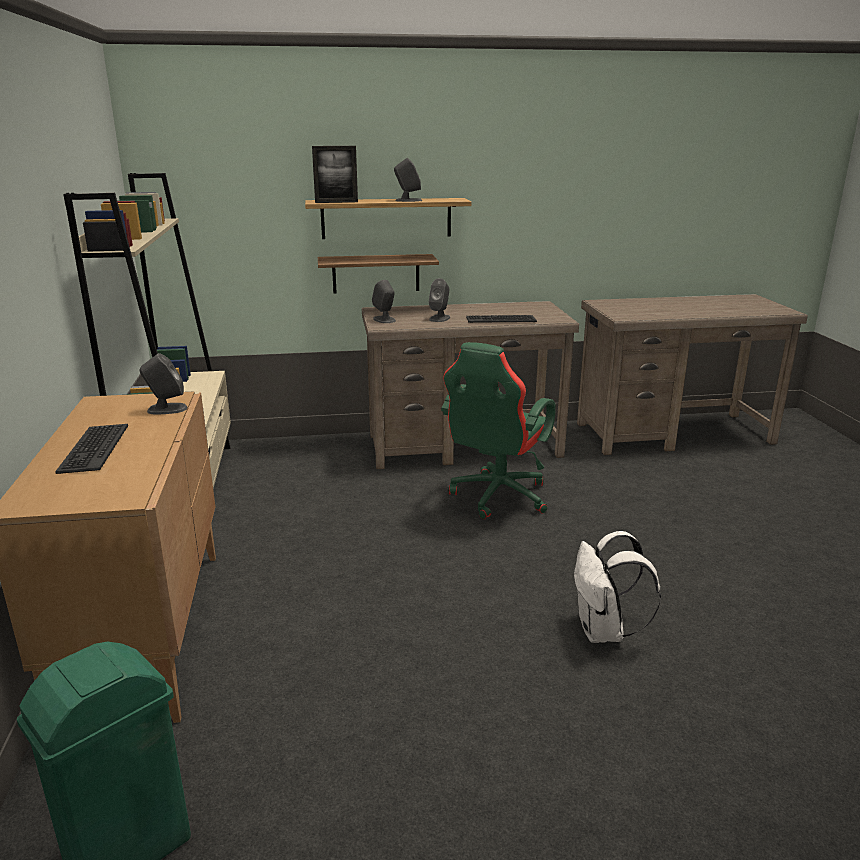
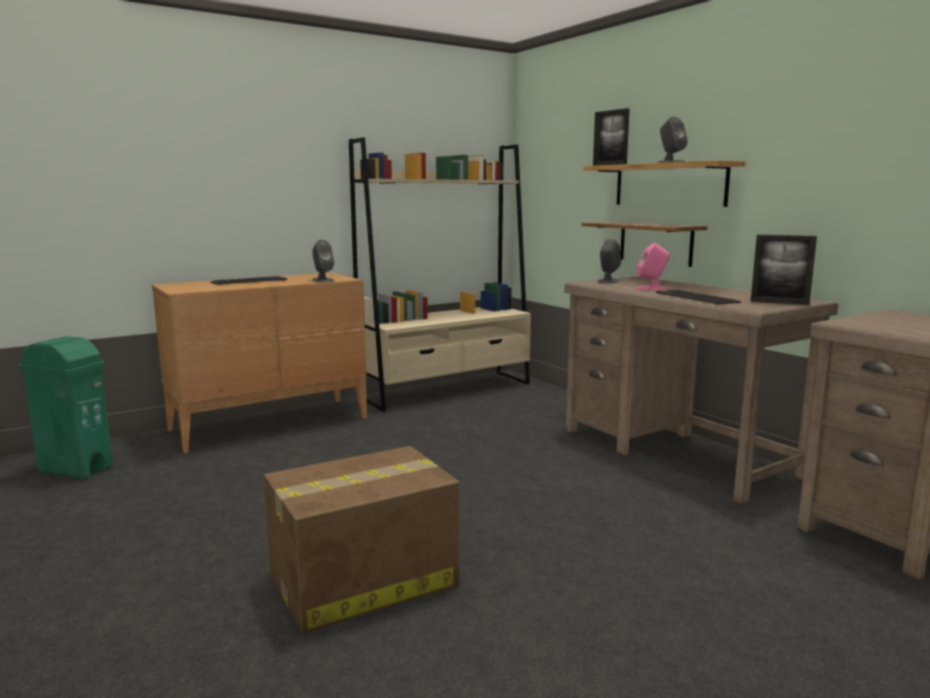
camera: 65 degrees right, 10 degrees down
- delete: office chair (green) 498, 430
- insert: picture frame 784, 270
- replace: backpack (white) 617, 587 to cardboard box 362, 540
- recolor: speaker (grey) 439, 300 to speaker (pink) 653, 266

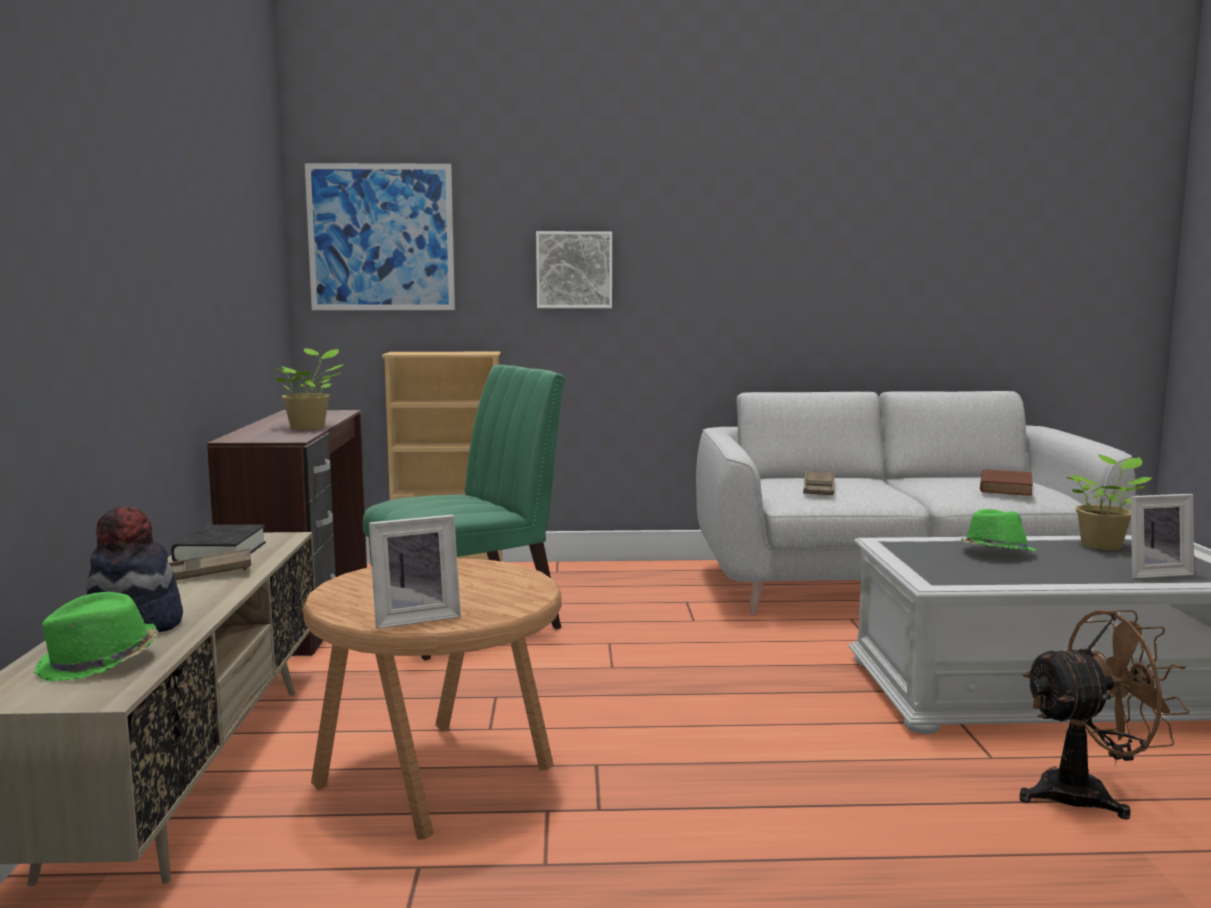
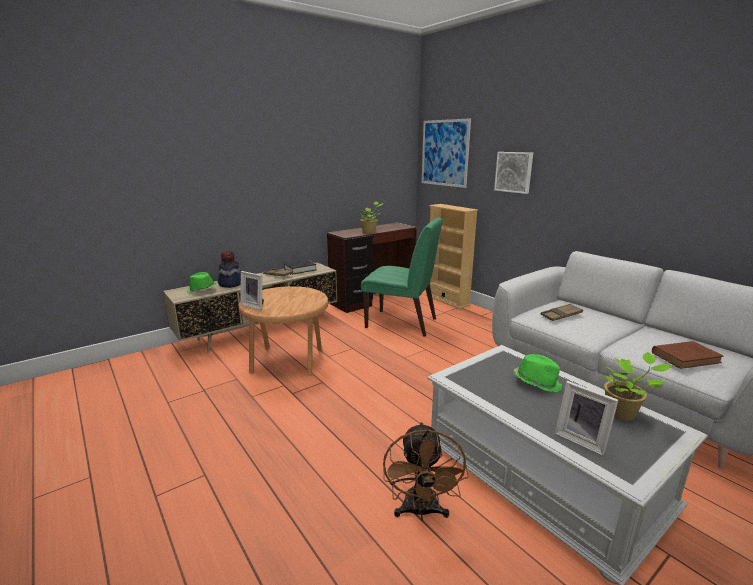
camera: 55 degrees right, 10 degrees up
- rotate: fan (brown) 1104, 715 = 426, 471 45 degrees clockwise

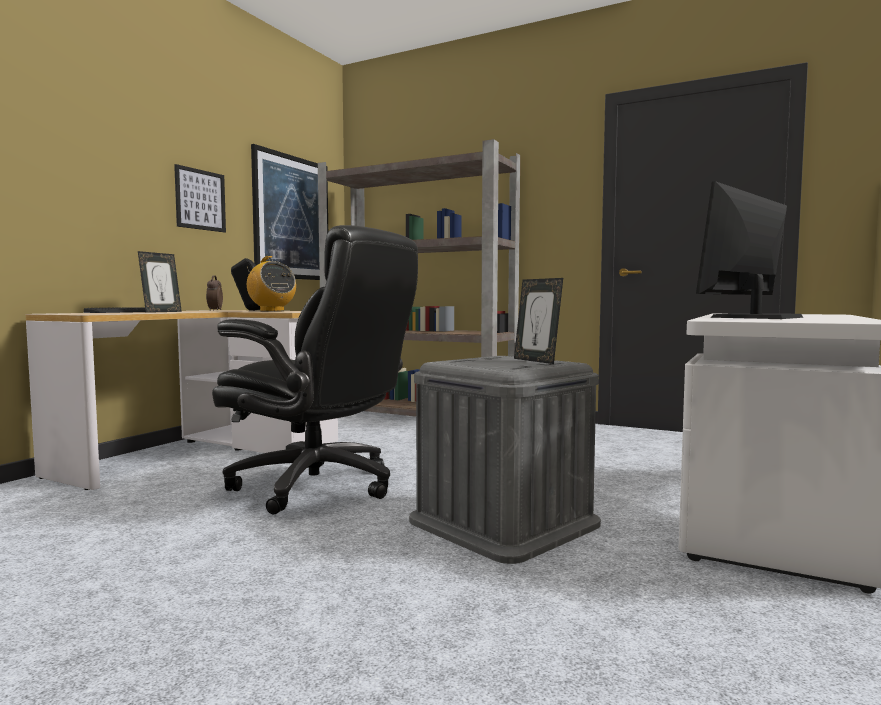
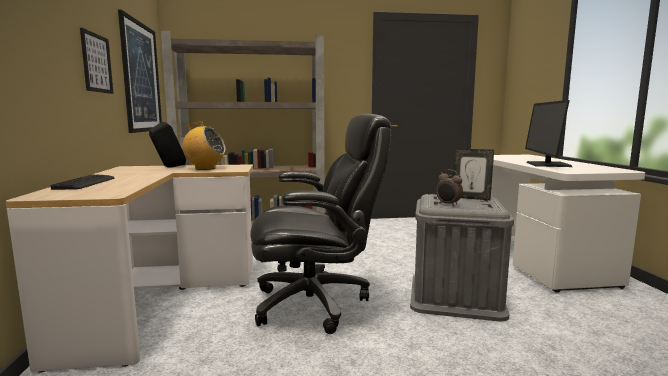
camera: 35 degrees left, 5 degrees up
- delete: picture frame 160, 282
- move: alarm clock 214, 293 to 449, 188

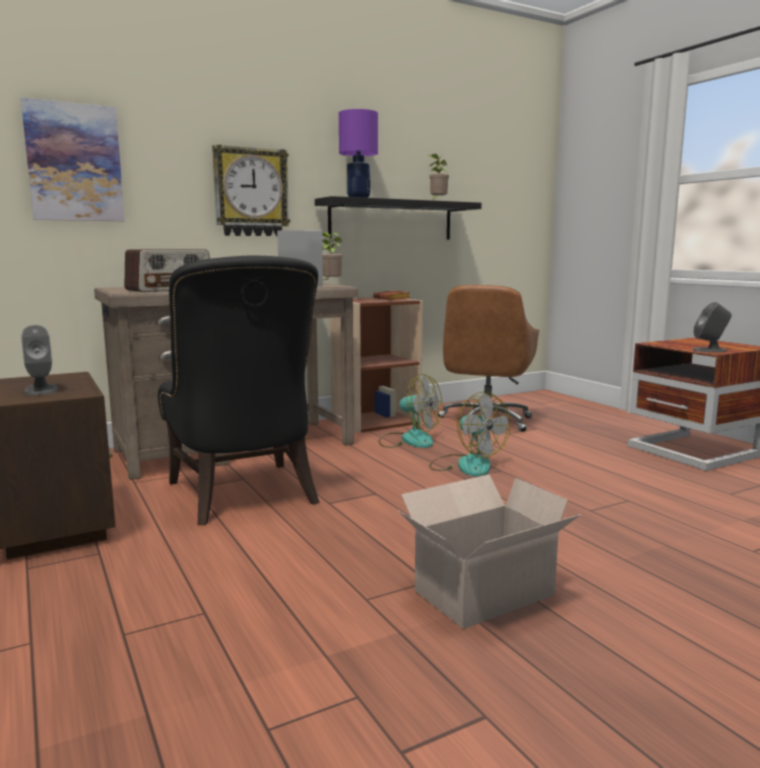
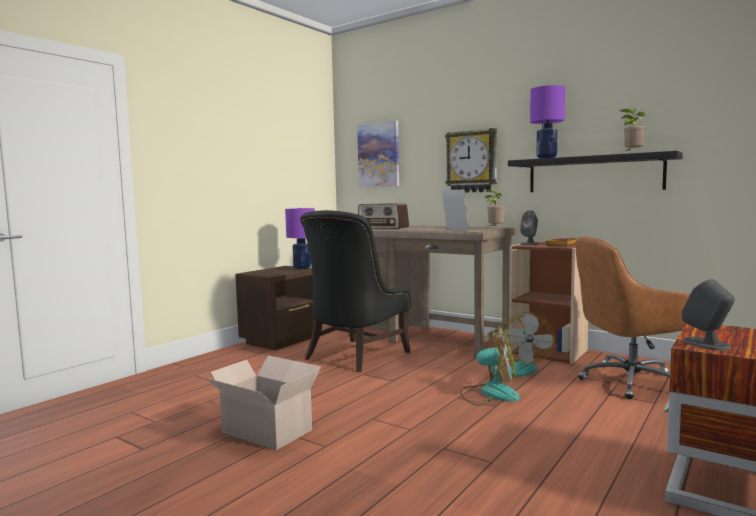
camera: 65 degrees right, 5 degrees down
- insert: table lamp (purple) 300, 238
- move: speaker (grey) 39, 360 to 529, 227
- rotate: fan 469, 434 = 490, 366 105 degrees counterclockwise

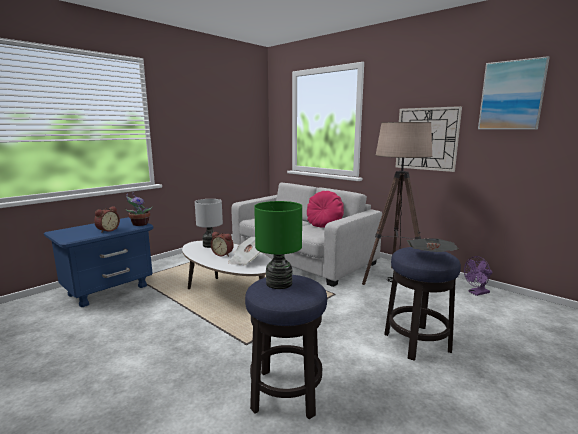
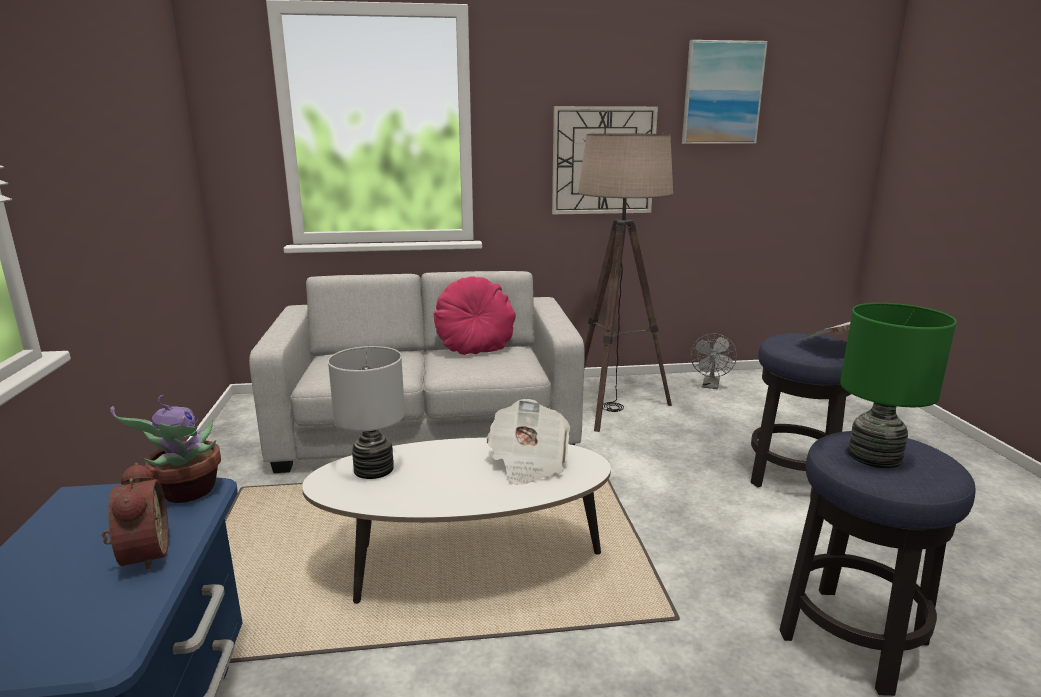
camera: 50 degrees left, 5 degrees up
- delete: alarm clock 222, 244
- recolor: fan (purple) 478, 276 to fan (grey) 714, 361

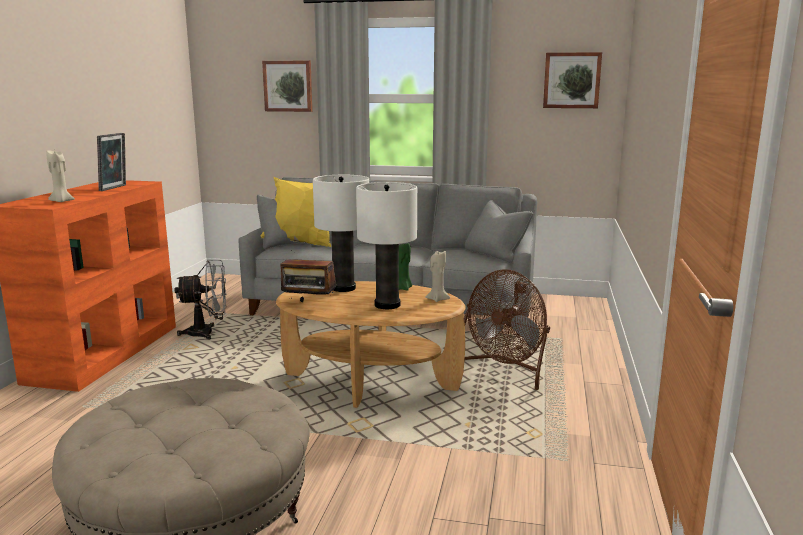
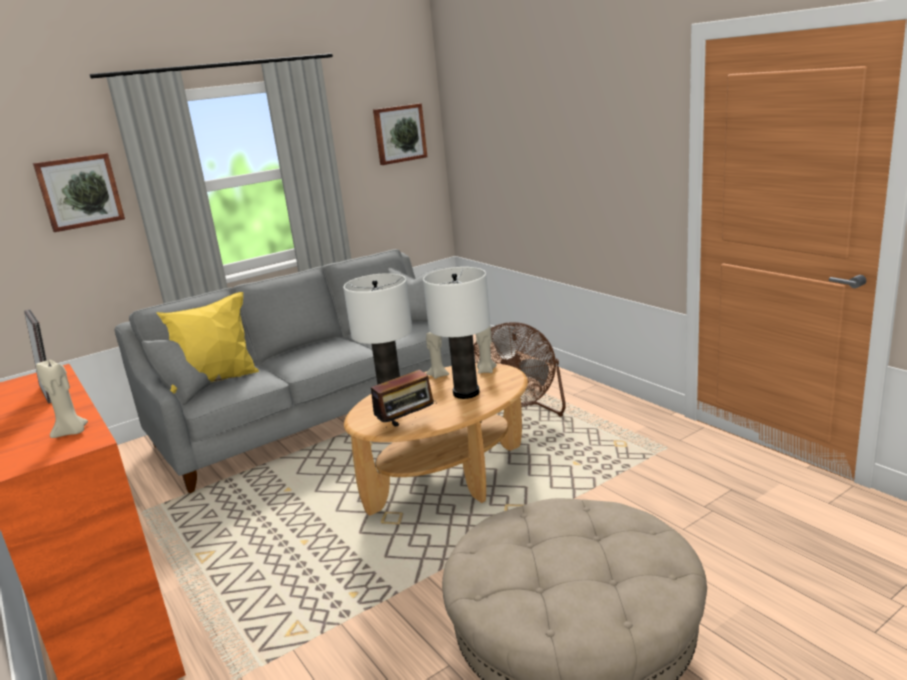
camera: 45 degrees left, 5 degrees up
- delete: fan (grey) 200, 300
- recolor: candle (green) 405, 267 to candle (beige) 437, 355

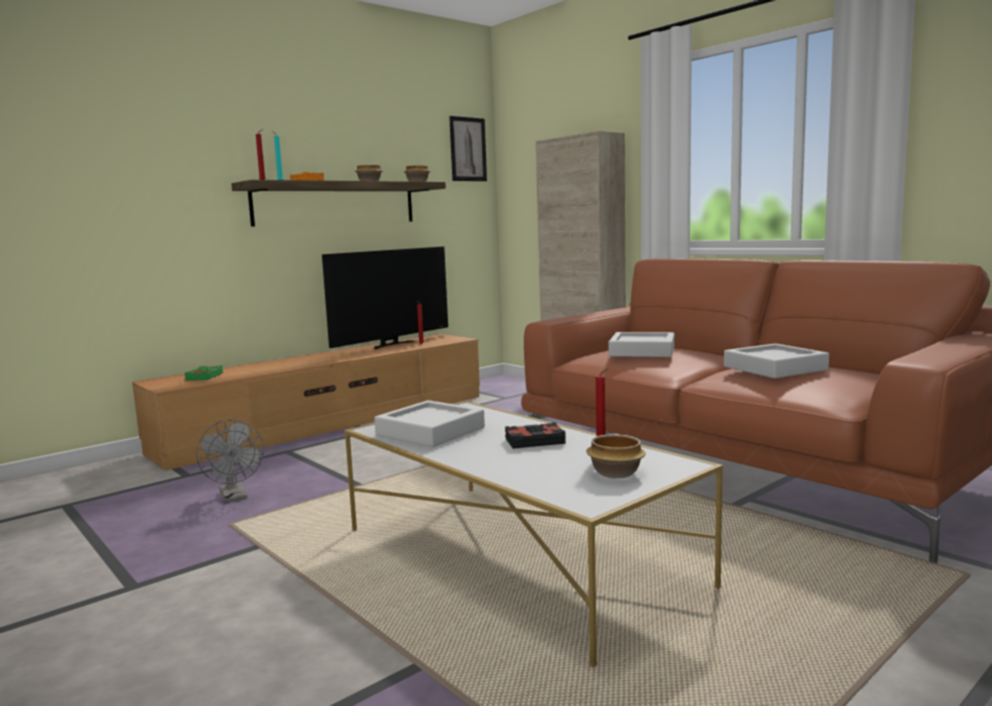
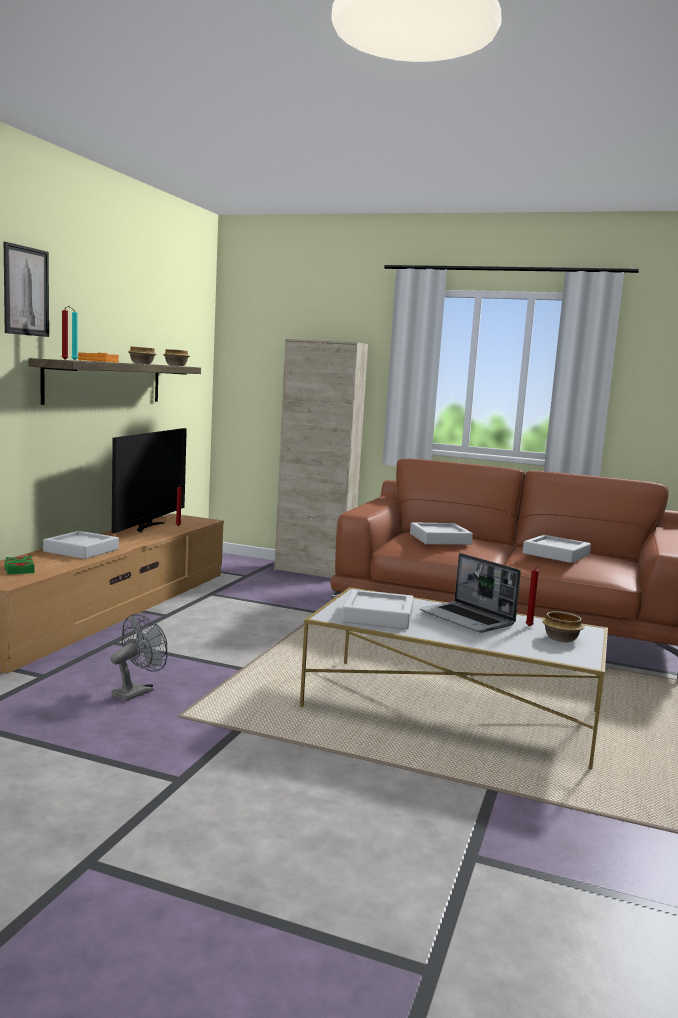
camera: 30 degrees left, 0 degrees up
- insert: tray (grey) 81, 545
- move: picture 468, 148 to 26, 289
- replace: book (black) 535, 435 to laptop 470, 593
- rotate: fan (grey) 230, 460 = 139, 657 90 degrees counterclockwise

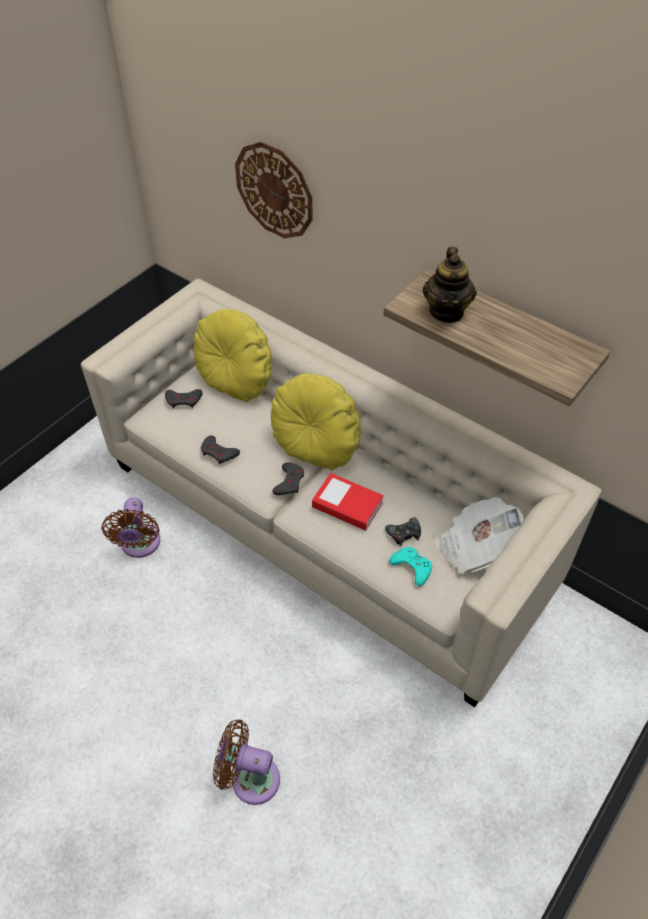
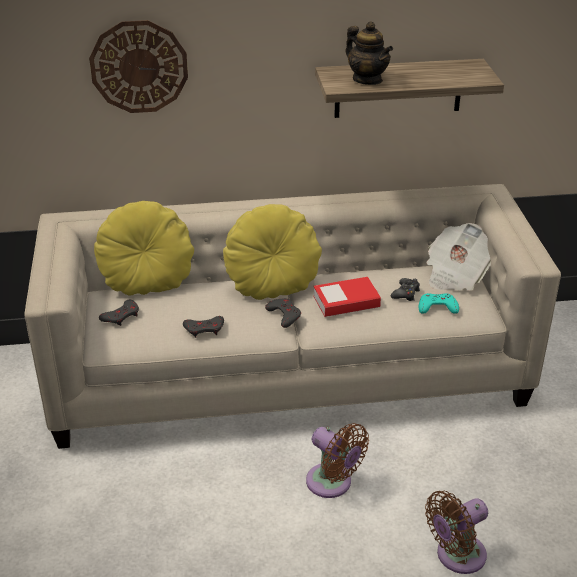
camera: 45 degrees left, 15 degrees down
- move: fan (brown) 130, 528 to 337, 460

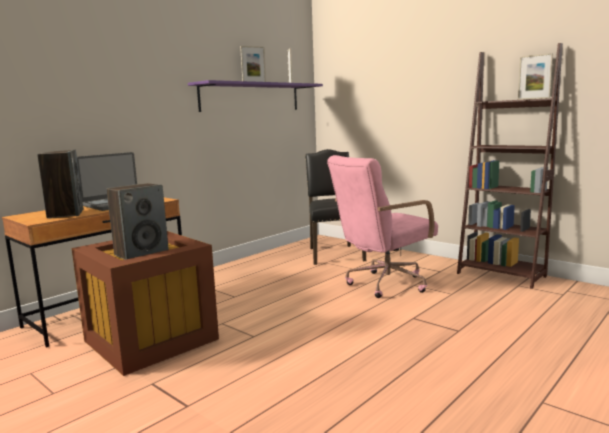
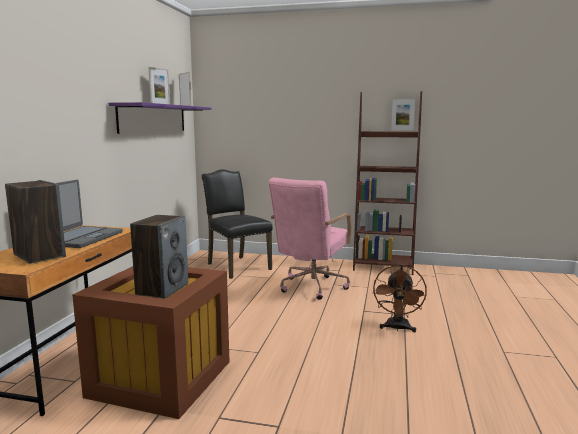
camera: 30 degrees left, 0 degrees up
- insert: fan (brown) 400, 298

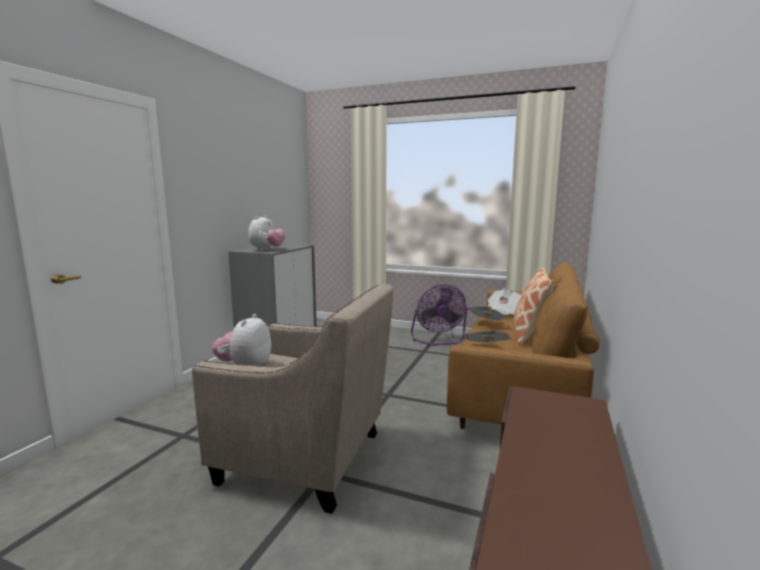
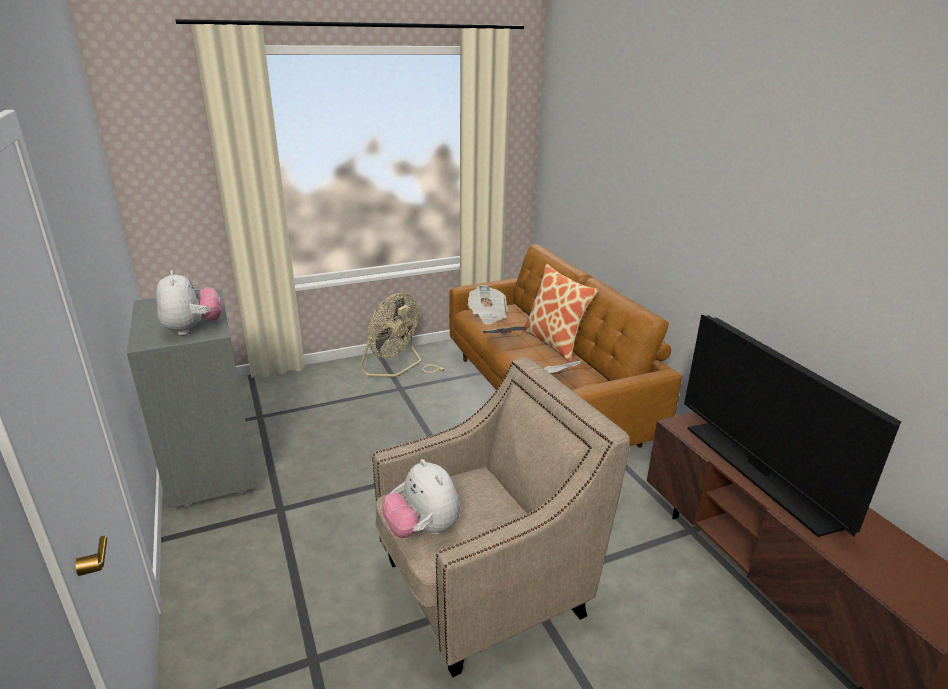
camera: 45 degrees left, 15 degrees up
- insert: television 792, 425
- recolor: fan (purple) 439, 315 to fan (beige) 402, 335

